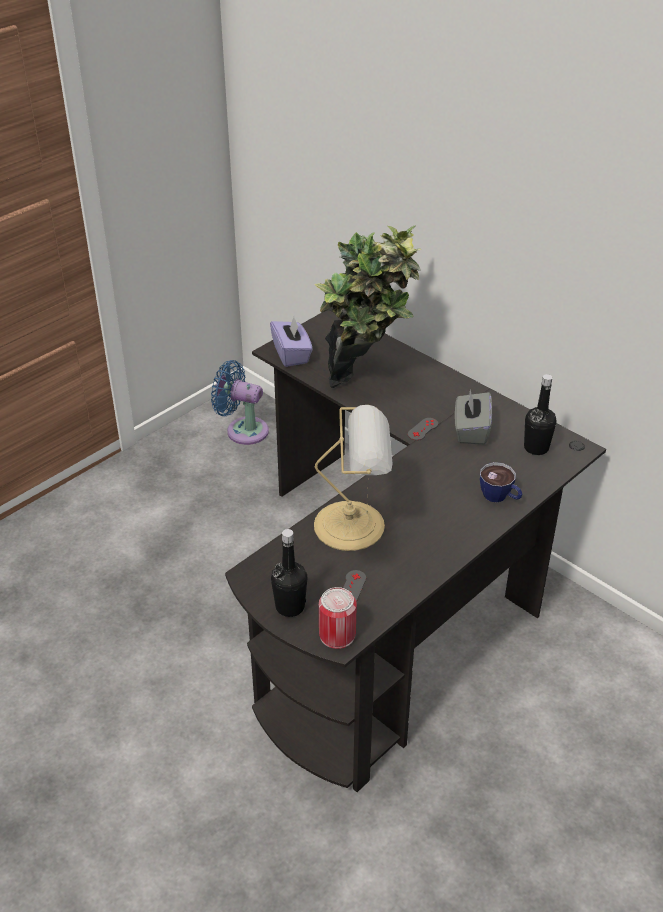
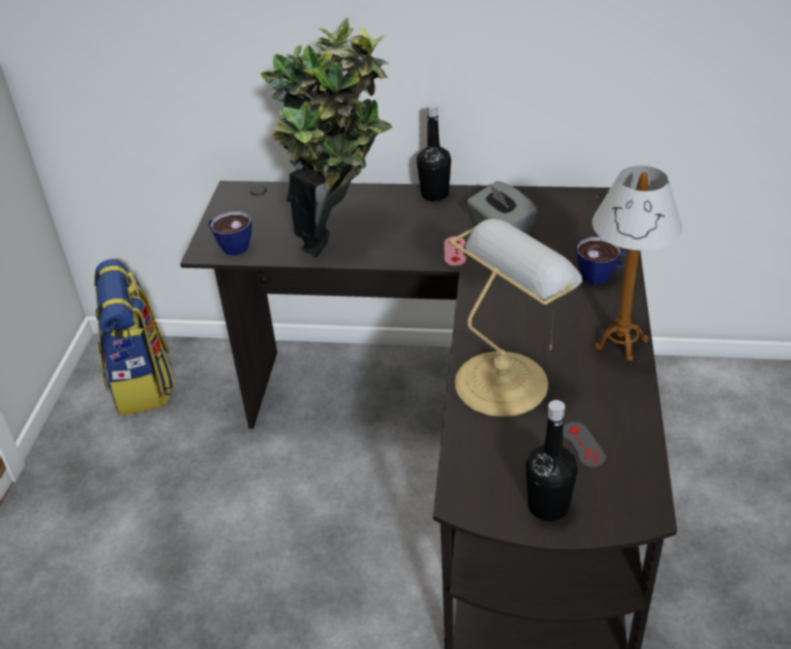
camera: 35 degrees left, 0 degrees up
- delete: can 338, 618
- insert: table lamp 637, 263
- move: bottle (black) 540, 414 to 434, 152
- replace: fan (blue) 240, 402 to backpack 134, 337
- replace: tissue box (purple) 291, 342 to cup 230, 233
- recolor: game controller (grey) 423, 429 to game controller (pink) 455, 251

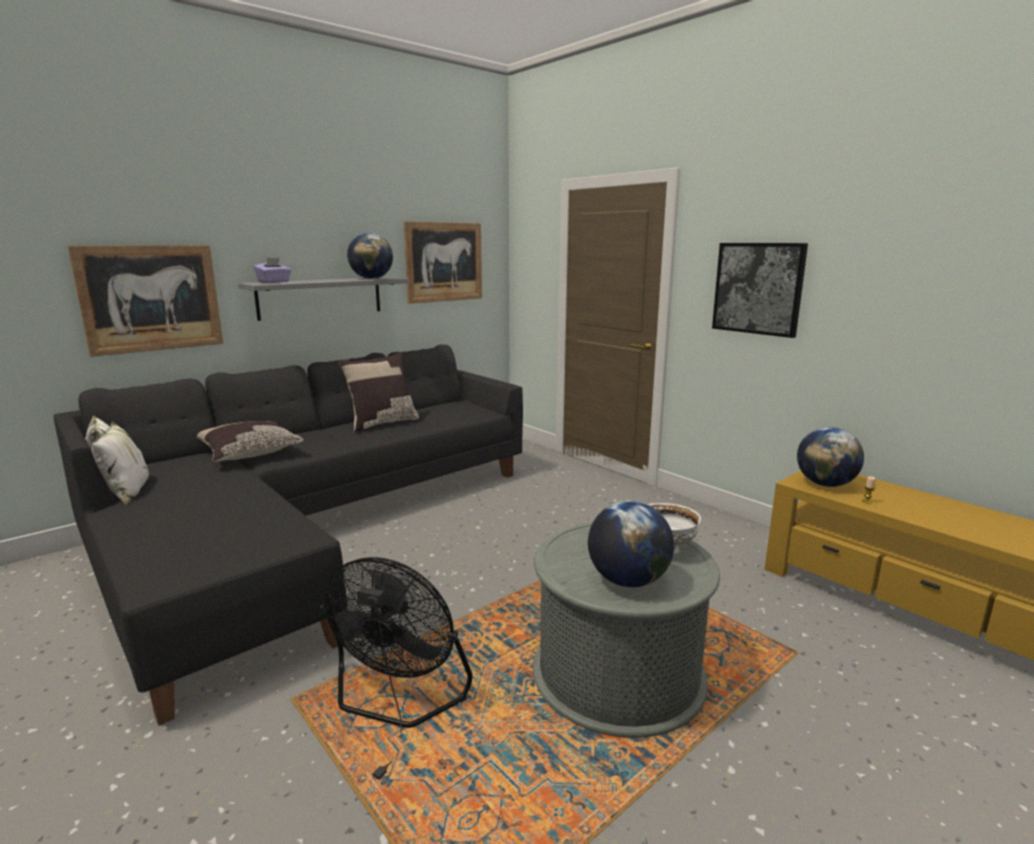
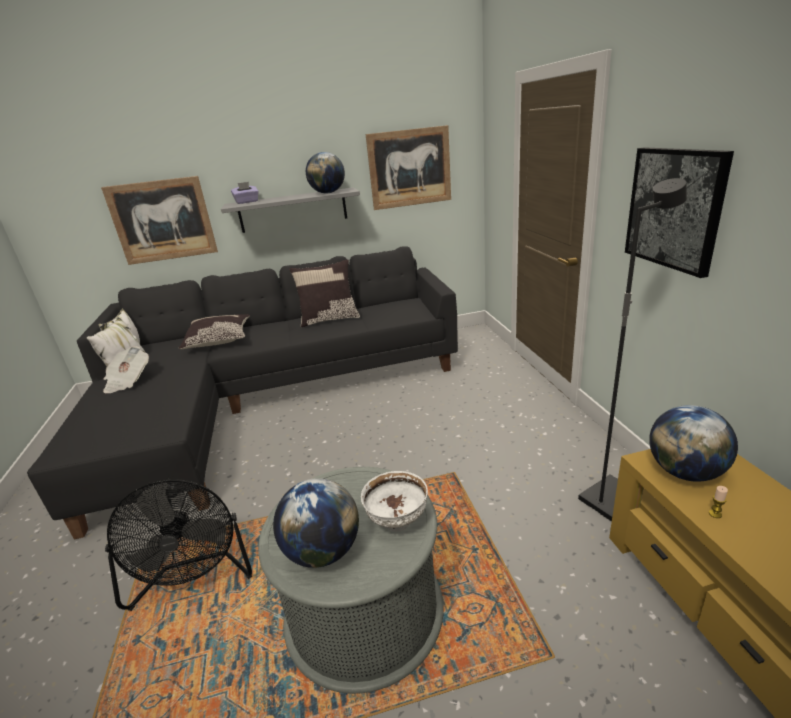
camera: 30 degrees right, 10 degrees up
- insert: newspaper 126, 369
- insert: floor lamp (black) 632, 349
- rotate: fan (black) 396, 669 = 178, 545 120 degrees clockwise

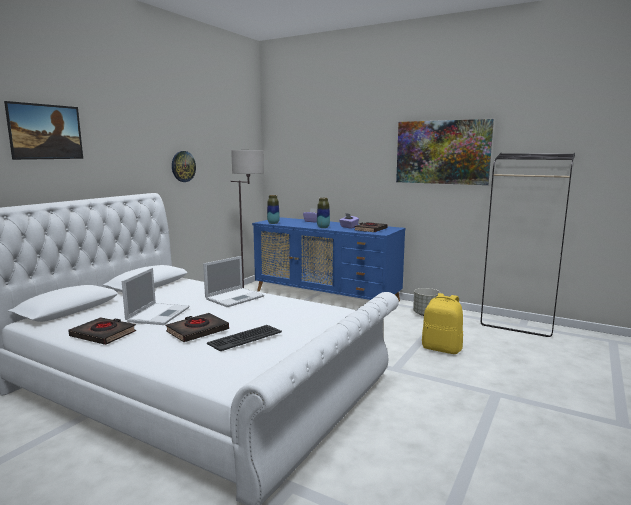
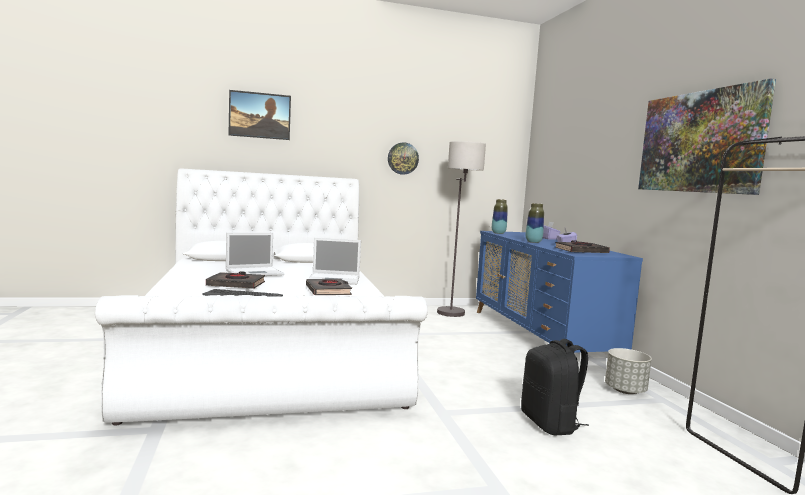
camera: 45 degrees right, 5 degrees down
- move: book (black) 102, 331 to 329, 287
- recolor: backpack (yellow) 442, 323 to backpack (black) 555, 387

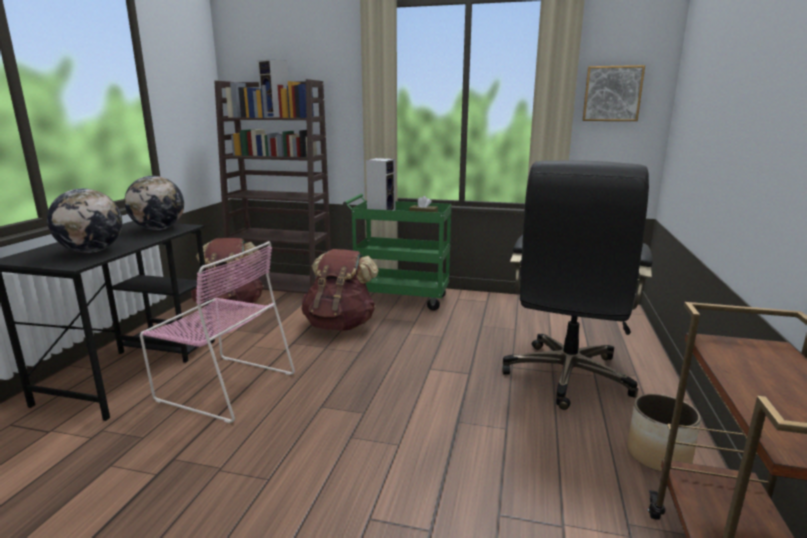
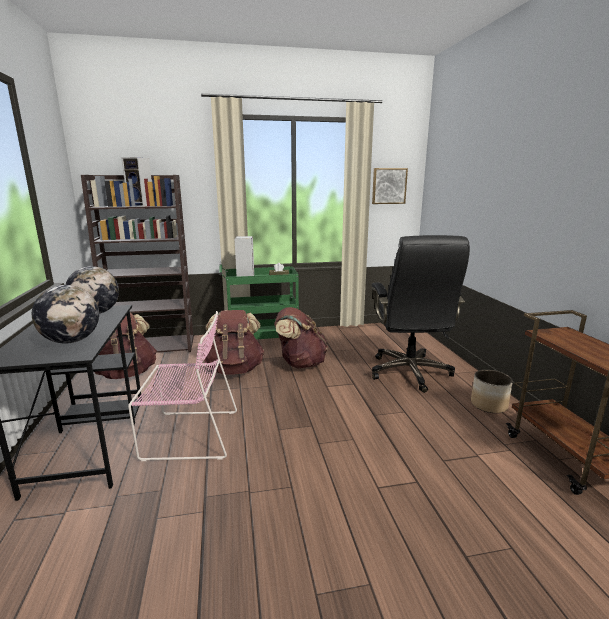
camera: 25 degrees left, 0 degrees up
- insert: backpack (brown) 301, 337

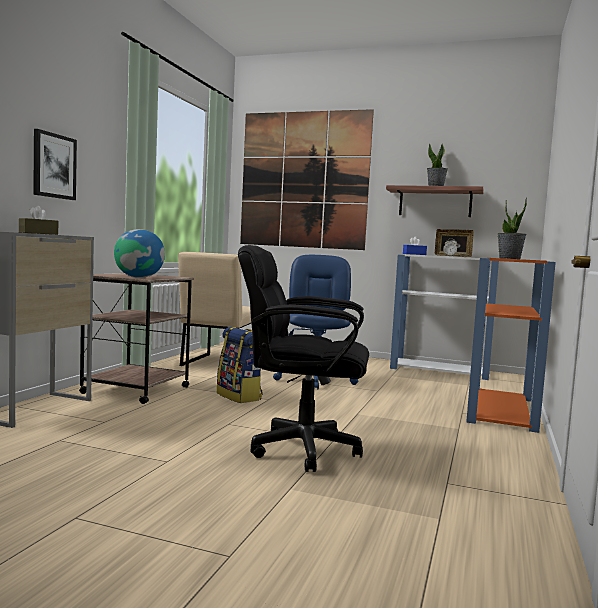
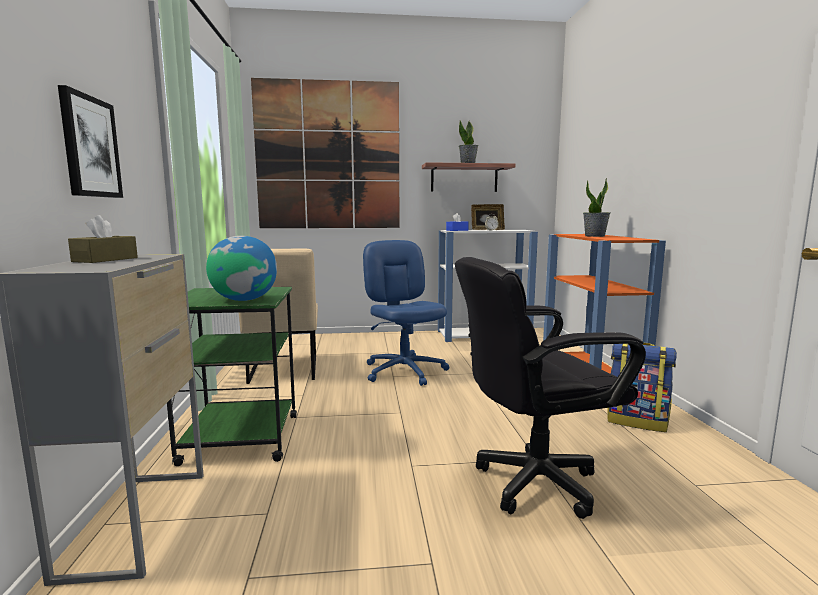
camera: 25 degrees left, 5 degrees up
- move: backpack 240, 365 to 642, 387
- recolor: cart (brown) 136, 338 to cart (green) 232, 376

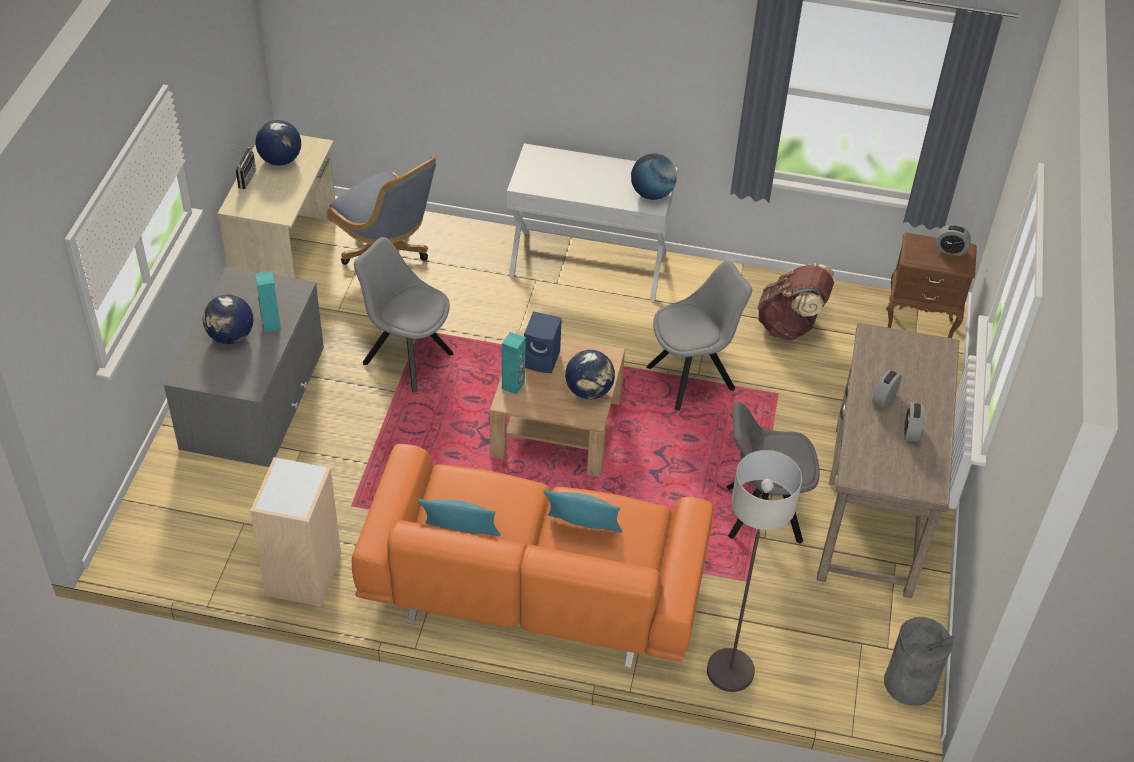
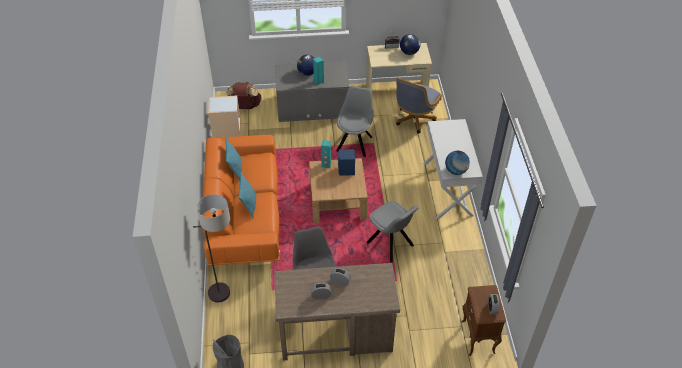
camera: 75 degrees right, 0 degrees up
- delete: globe 590, 374
- move: backpack (brown) 795, 302 to 244, 95

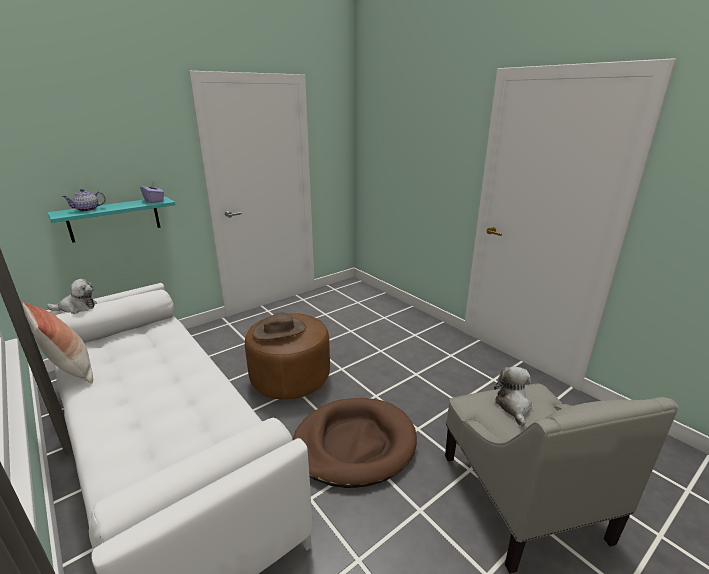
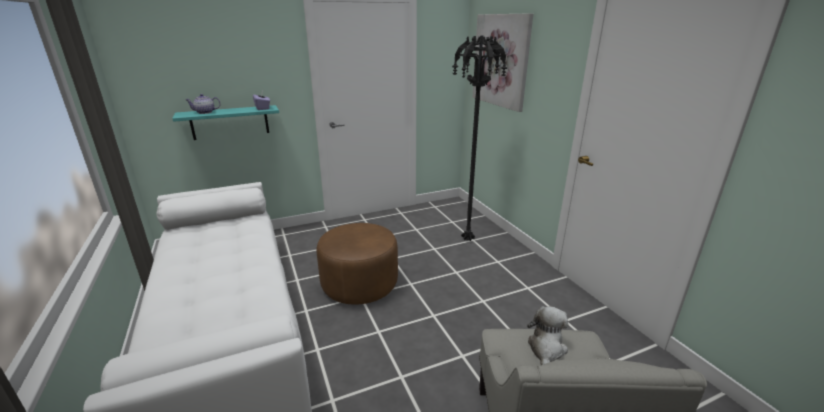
camera: 15 degrees right, 0 degrees up
- delete: pillow 58, 342
- delete: plush toy 72, 296
- delete: hat (brown) 279, 326
- delete: dog bed (brown) 355, 443
- insert: floor lamp (black) 479, 138
- insert: picture 502, 62

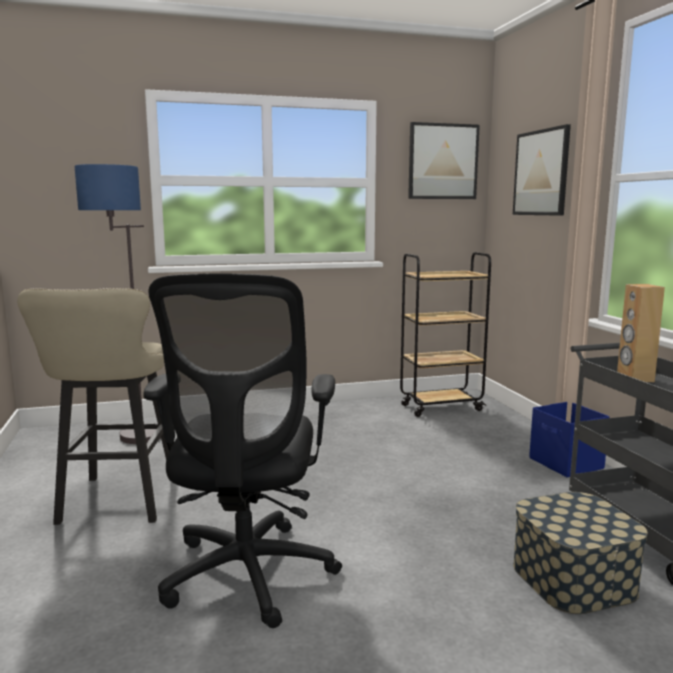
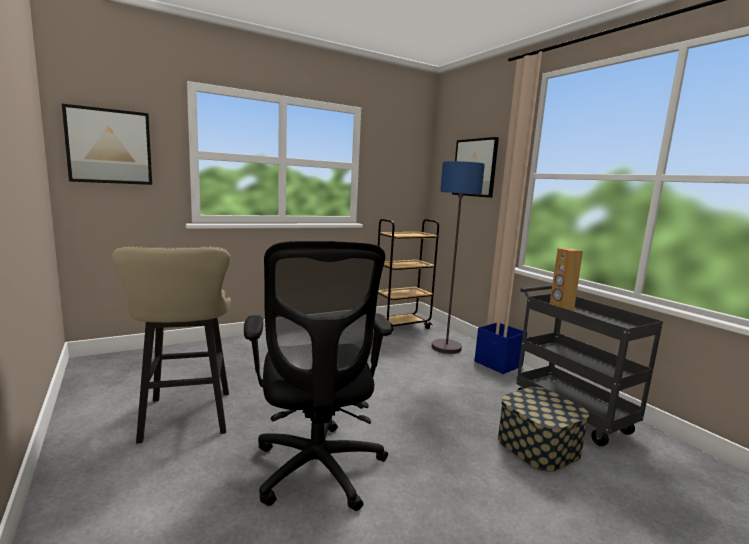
camera: 15 degrees left, 0 degrees up
- move: floor lamp (blue) 118, 304 to 458, 257
- move: picture 444, 160 to 107, 144

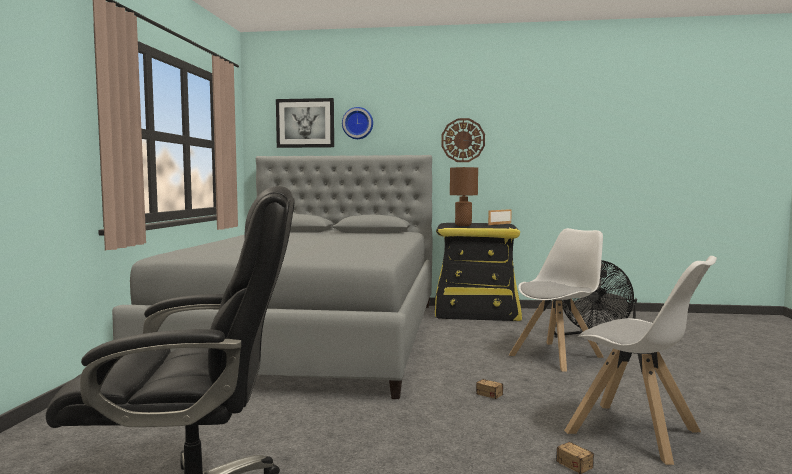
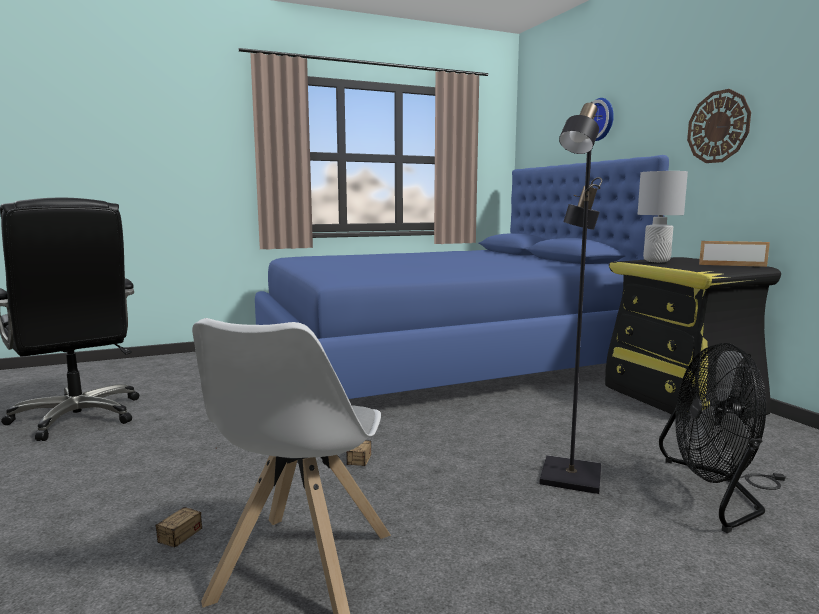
camera: 60 degrees right, 5 degrees up
- delete: picture 305, 123
- replace: chair 556, 299 to floor lamp (black) 570, 298
- recolor: bed (grey) 272, 277 to bed (blue) 462, 277
- recolor: table lamp (brown) 464, 196 to table lamp (grey) 662, 217

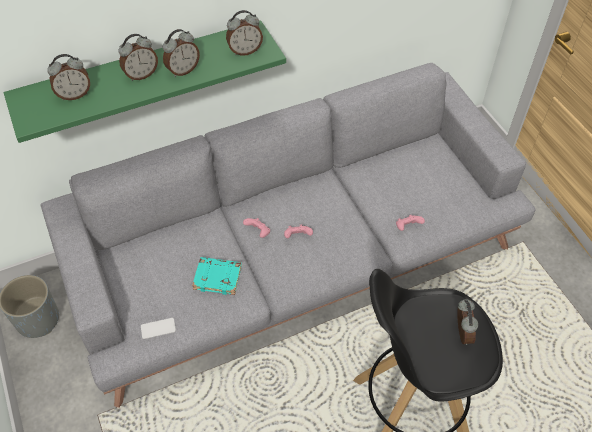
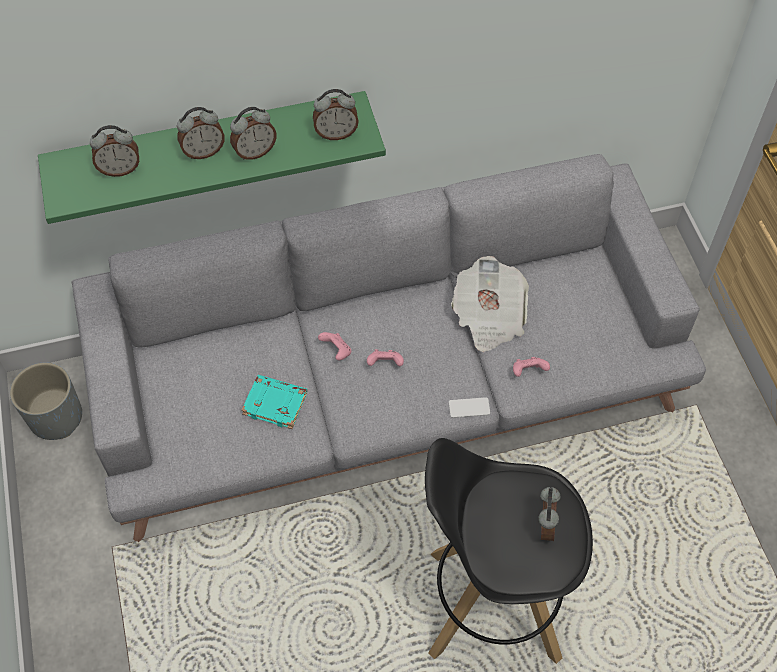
camera: 10 degrees right, 5 degrees up
- insert: newspaper 490, 304
- move: phone 158, 328 to 469, 407

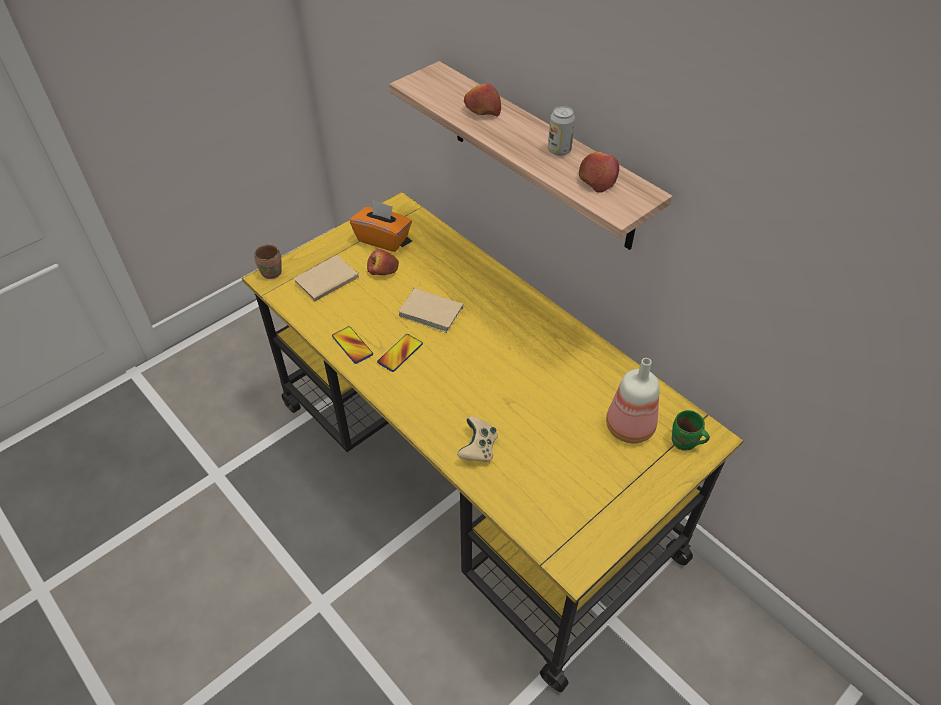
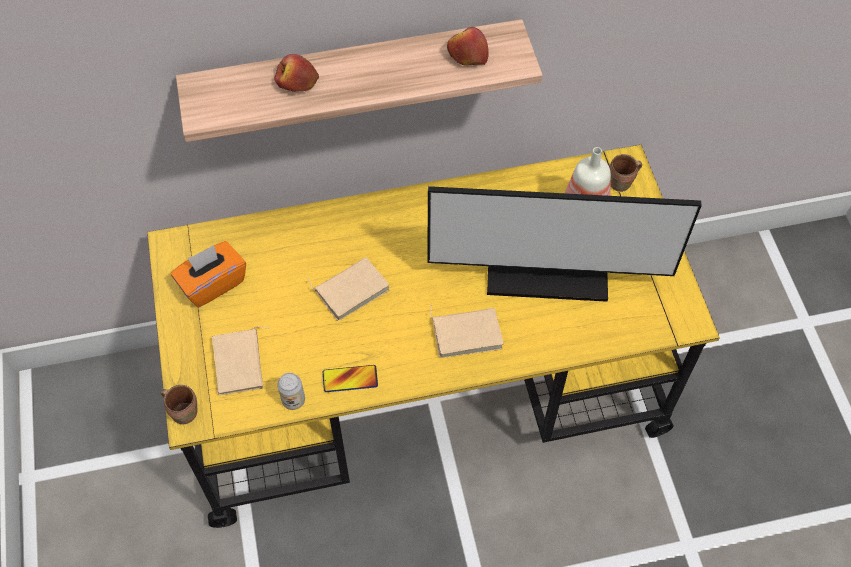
camera: 60 degrees left, 10 degrees up
- delete: apple 383, 262
- delete: phone 400, 353
- delete: game controller (beige) 477, 439
- insert: monitor 565, 244
- insert: book (beige) 467, 331
- move: can 561, 131 to 291, 391
- recolor: mug (green) 691, 430 to mug (brown) 625, 173

